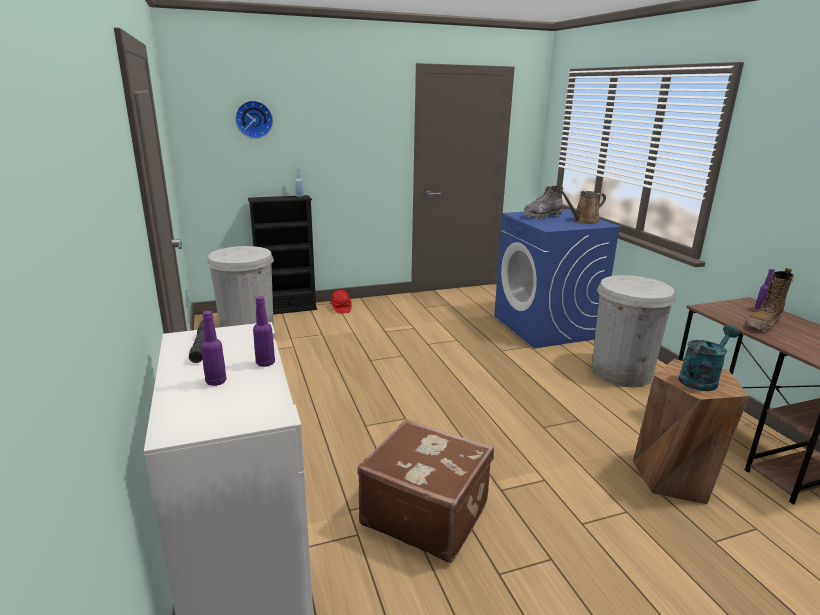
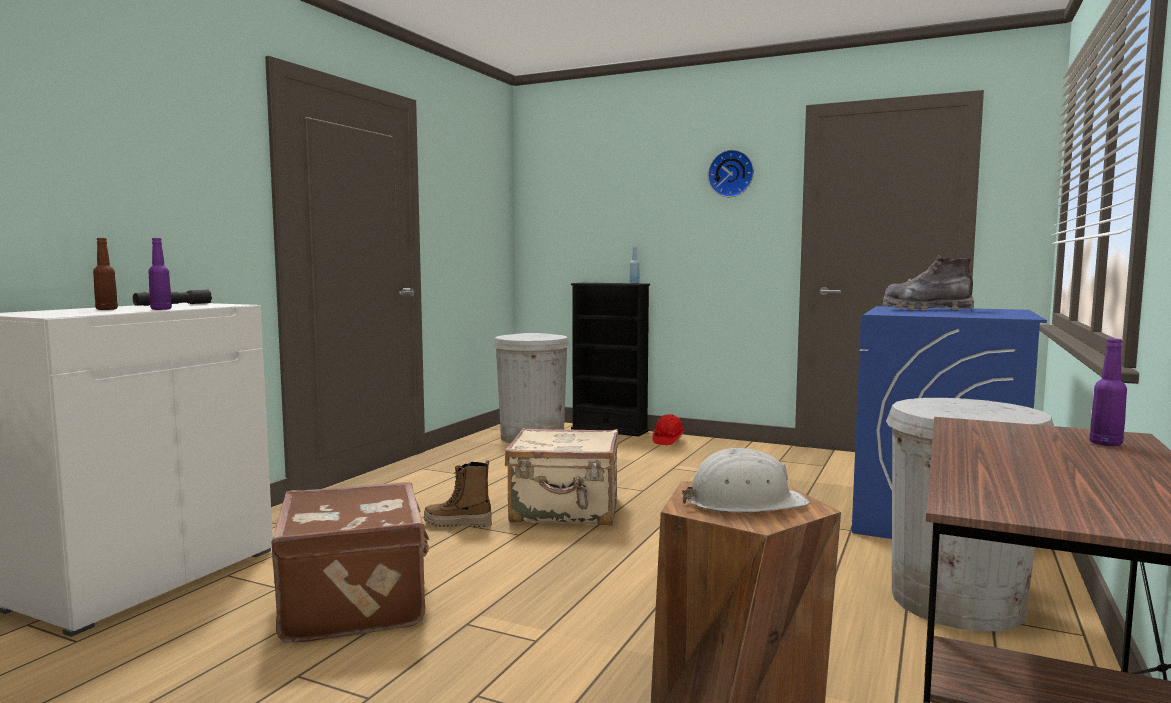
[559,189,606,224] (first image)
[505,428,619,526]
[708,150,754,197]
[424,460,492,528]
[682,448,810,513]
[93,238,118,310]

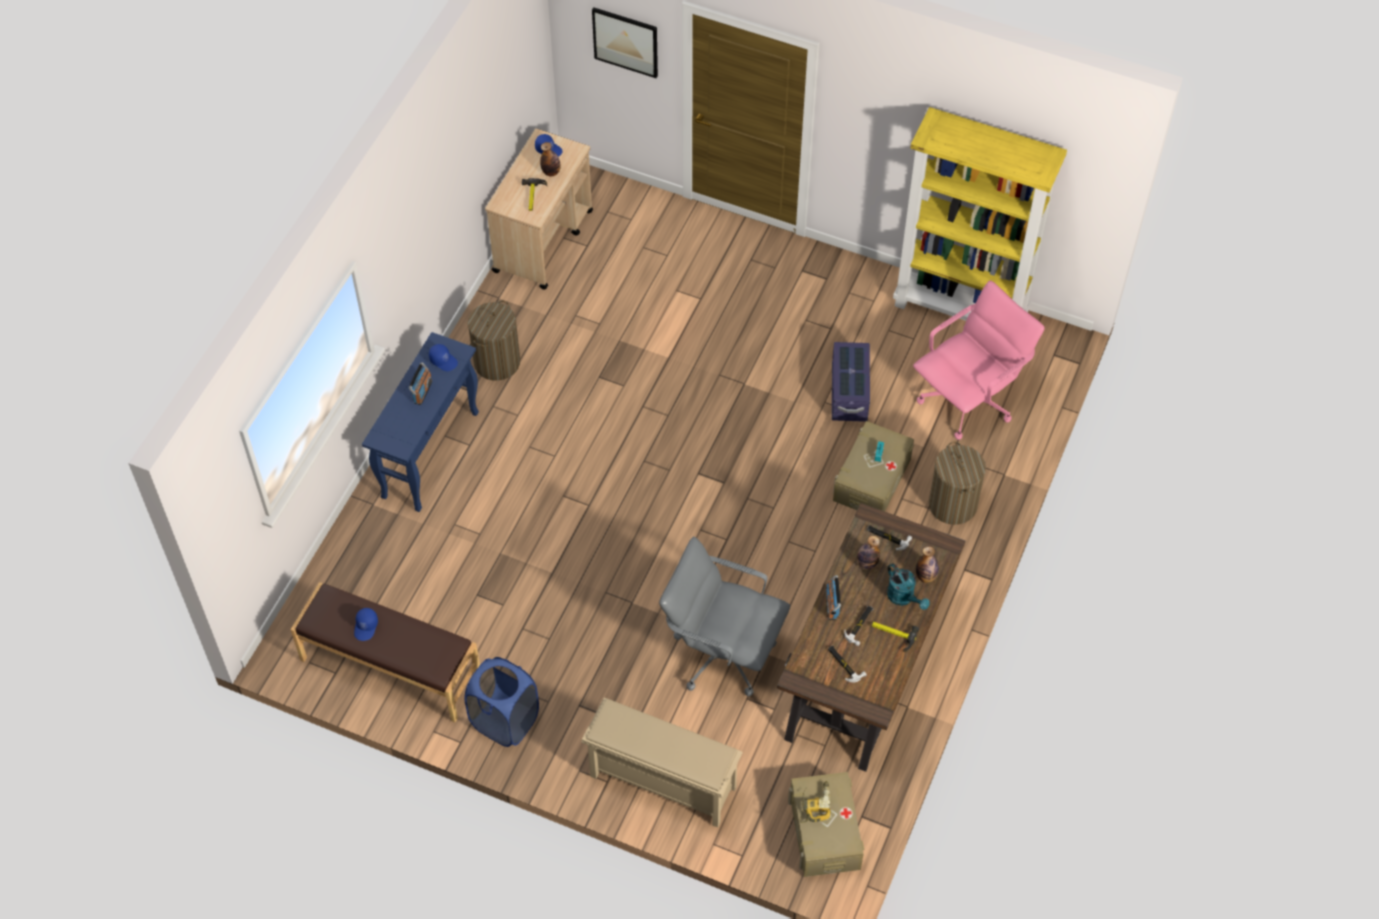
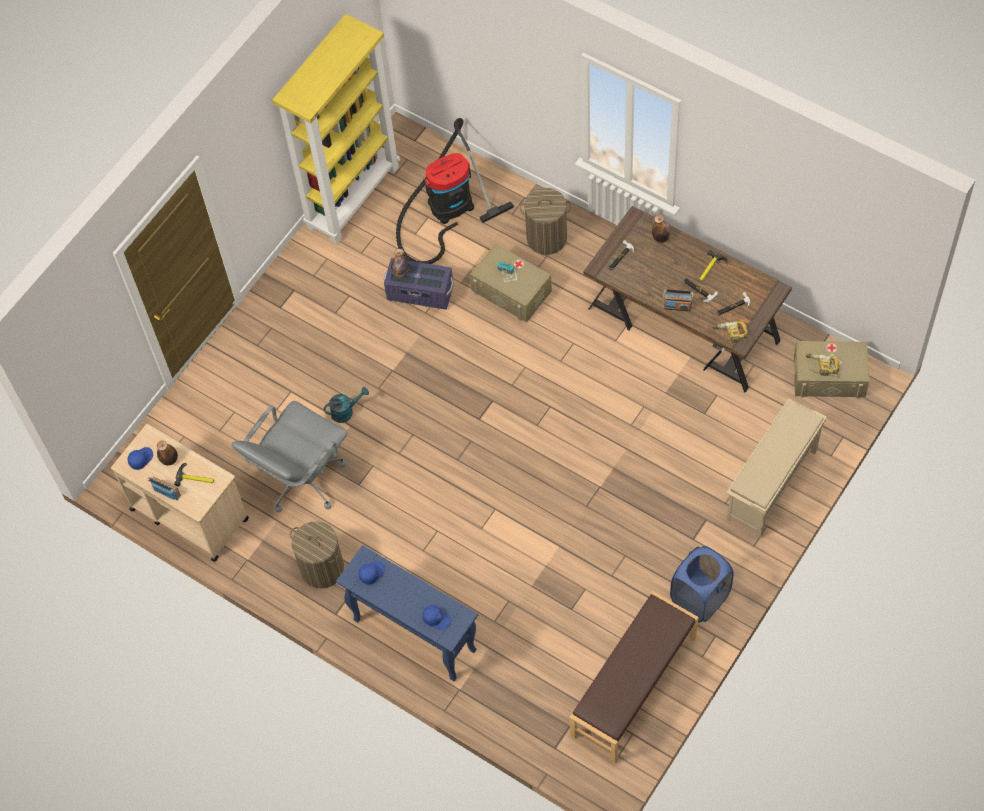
[592,7,658,78] (first image)
[712,321,752,343]
[422,605,451,629]
[147,477,181,500]
[232,401,348,512]
[391,249,409,278]
[324,387,369,423]
[396,118,514,264]

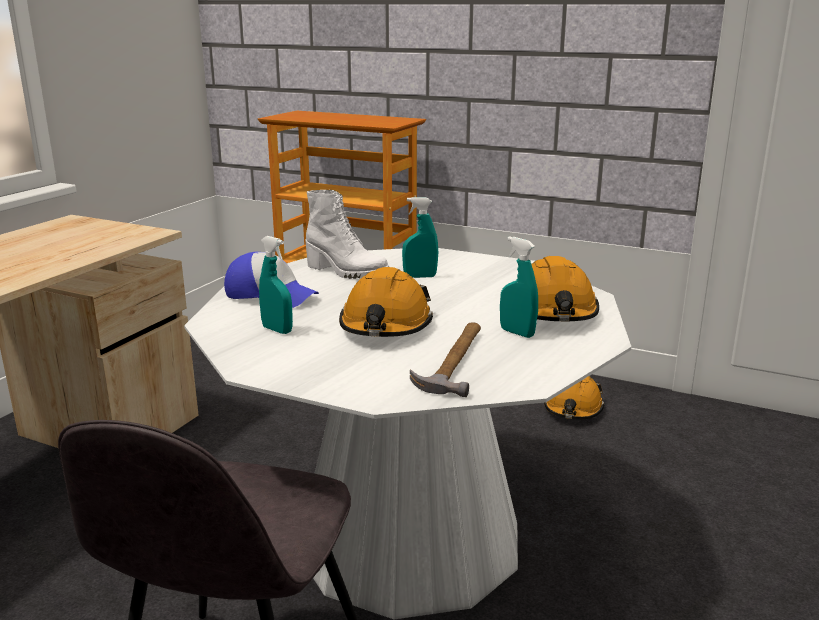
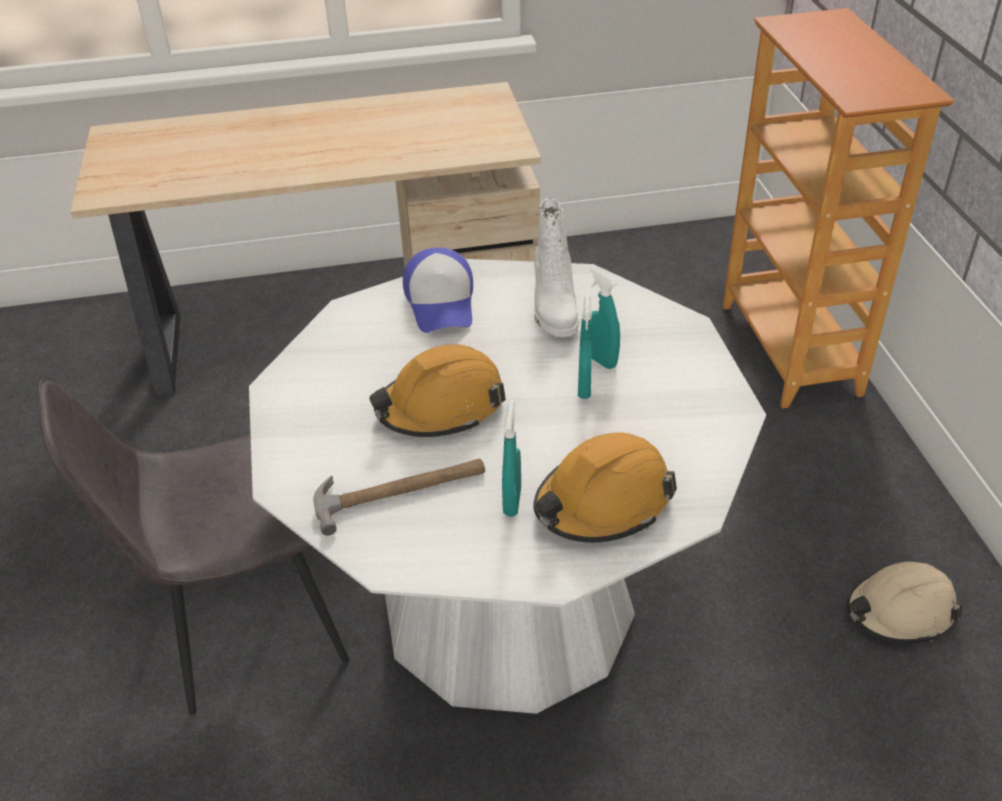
[578,297,592,399]
[847,562,962,643]

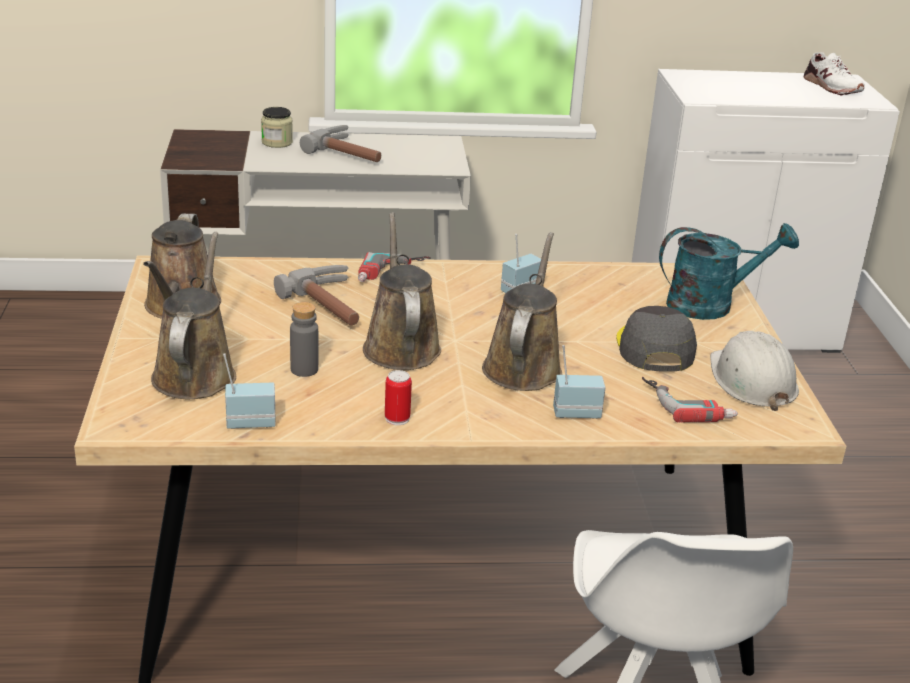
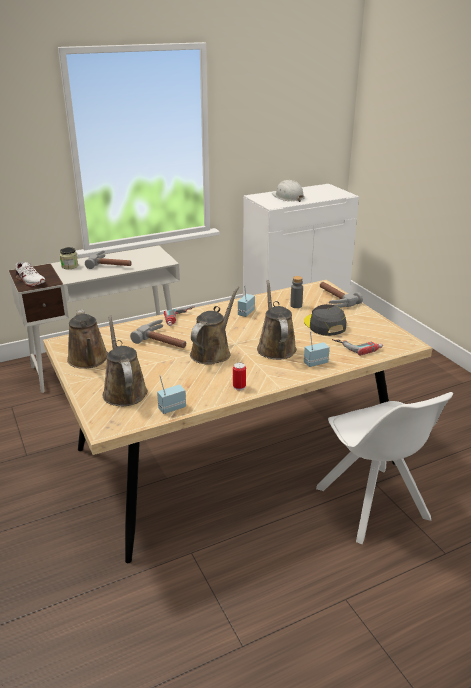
[290,276,303,308]
[272,180,305,202]
[16,262,45,287]
[320,282,363,308]
[190,287,239,365]

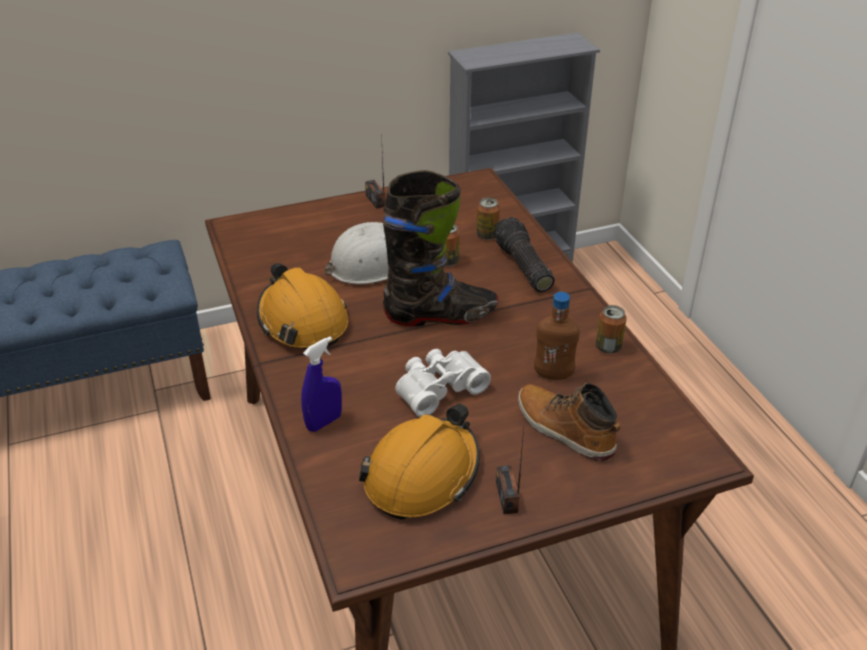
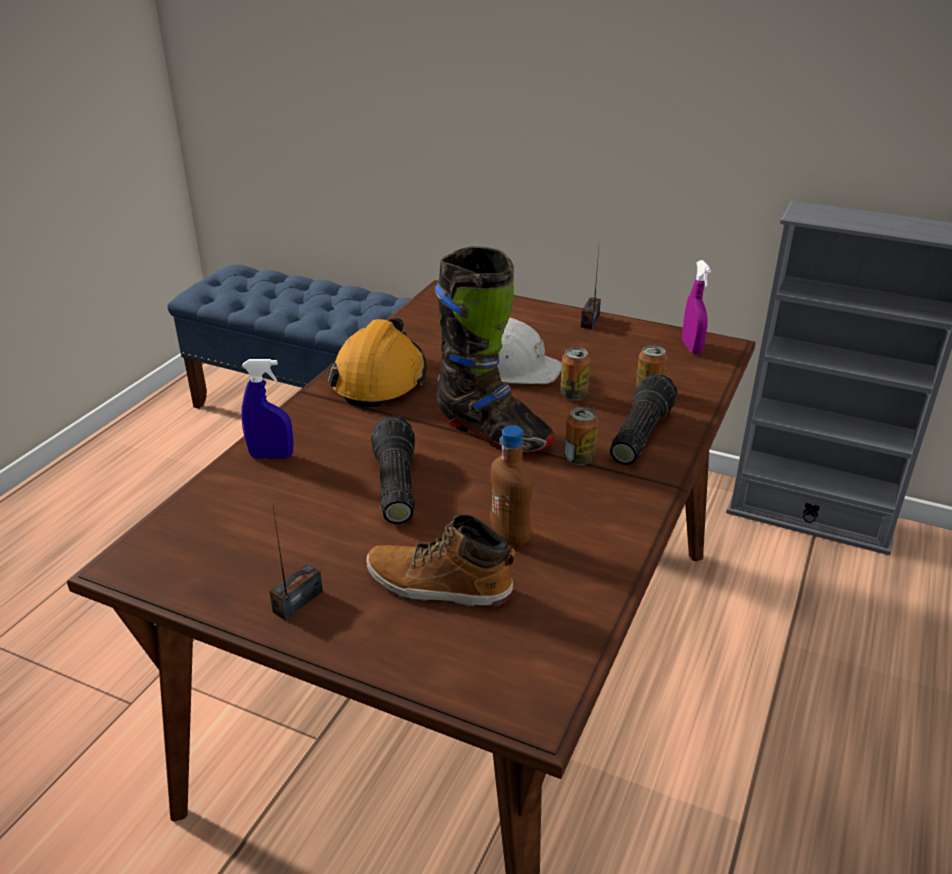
[359,404,480,519] (first image)
[682,260,711,354]
[564,407,598,465]
[371,416,415,524]
[366,515,516,607]

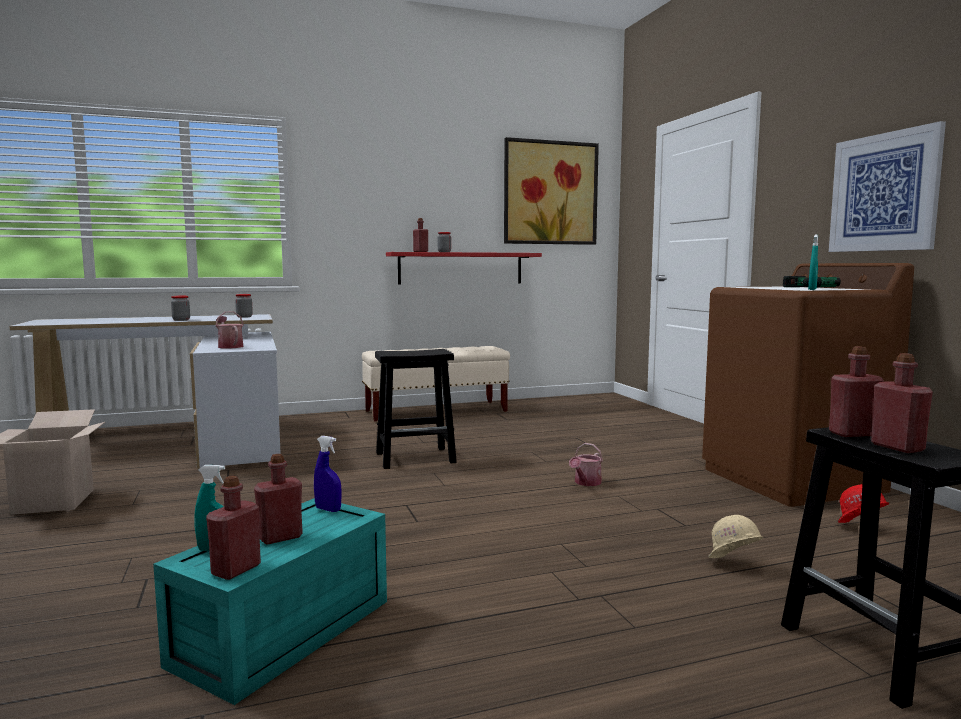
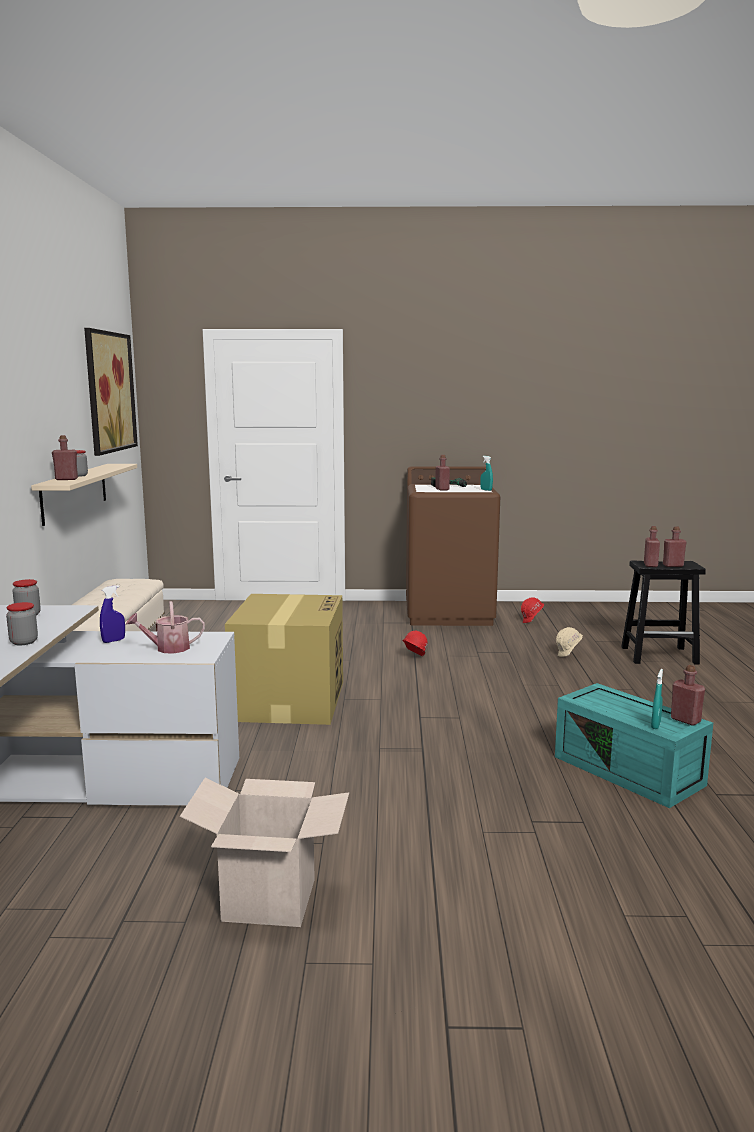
[829,121,946,252] (first image)
[435,455,450,491]
[100,585,125,643]
[225,594,343,725]
[402,631,428,656]
[31,464,137,526]

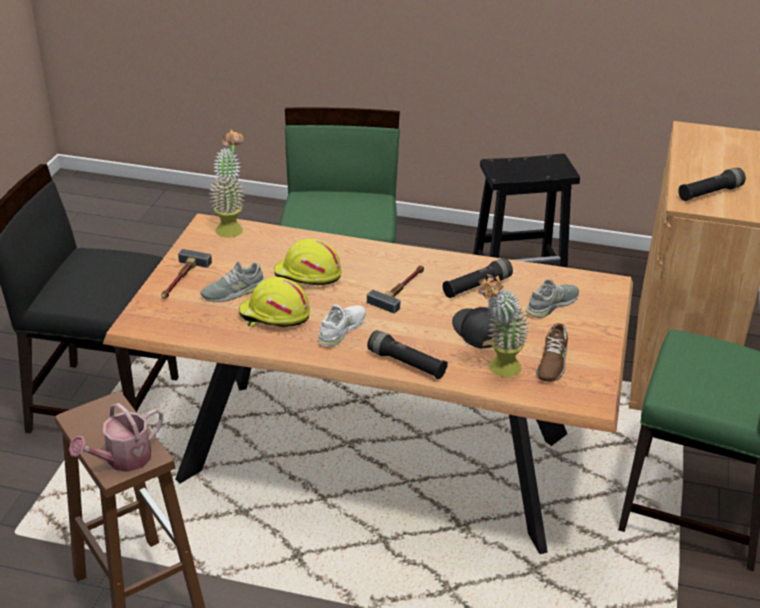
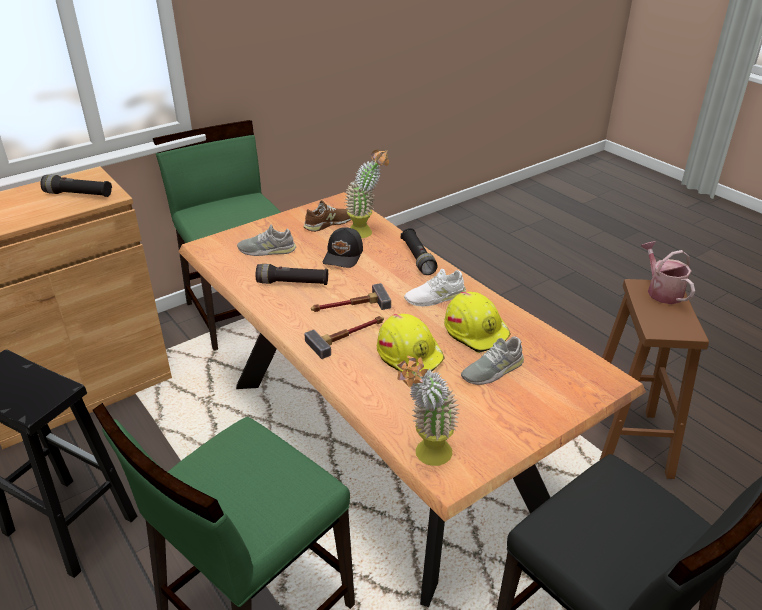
[304,316,384,359]
[641,241,695,304]
[461,336,524,385]

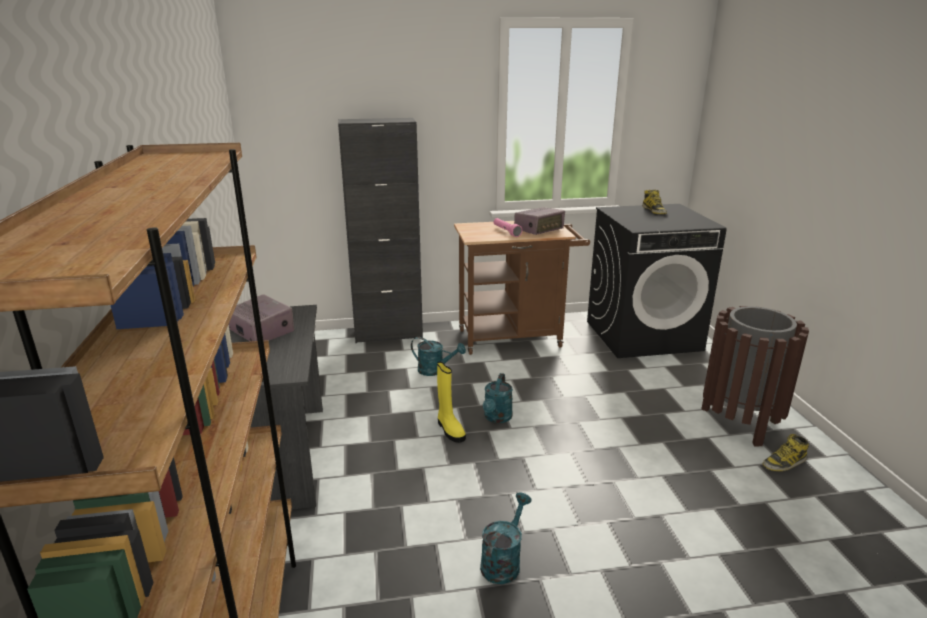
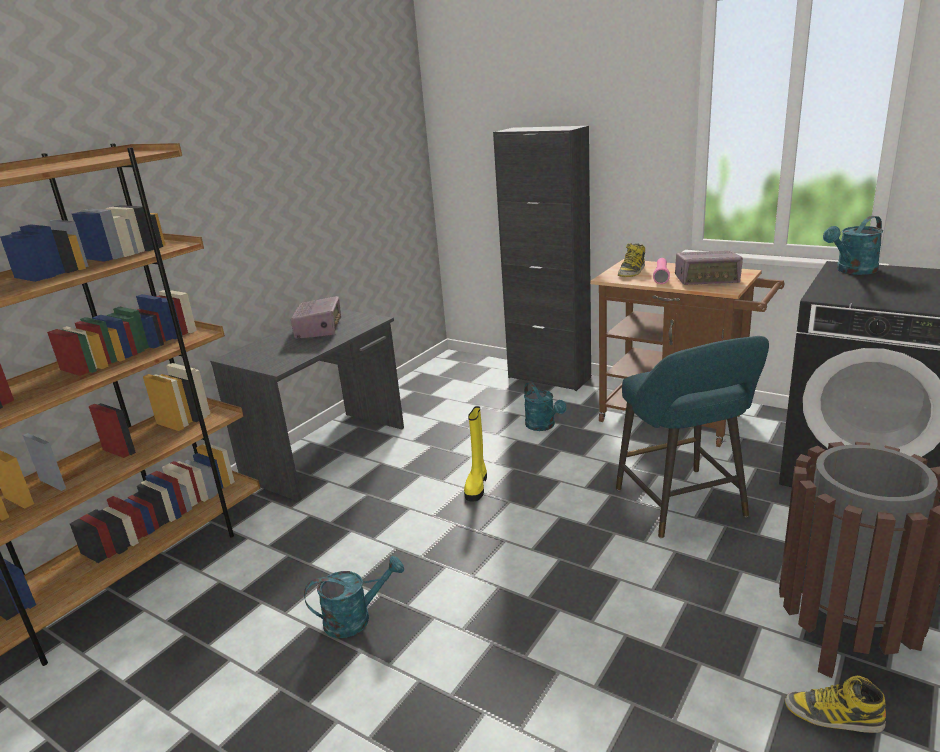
[616,336,769,538]
[823,216,883,275]
[618,243,645,277]

